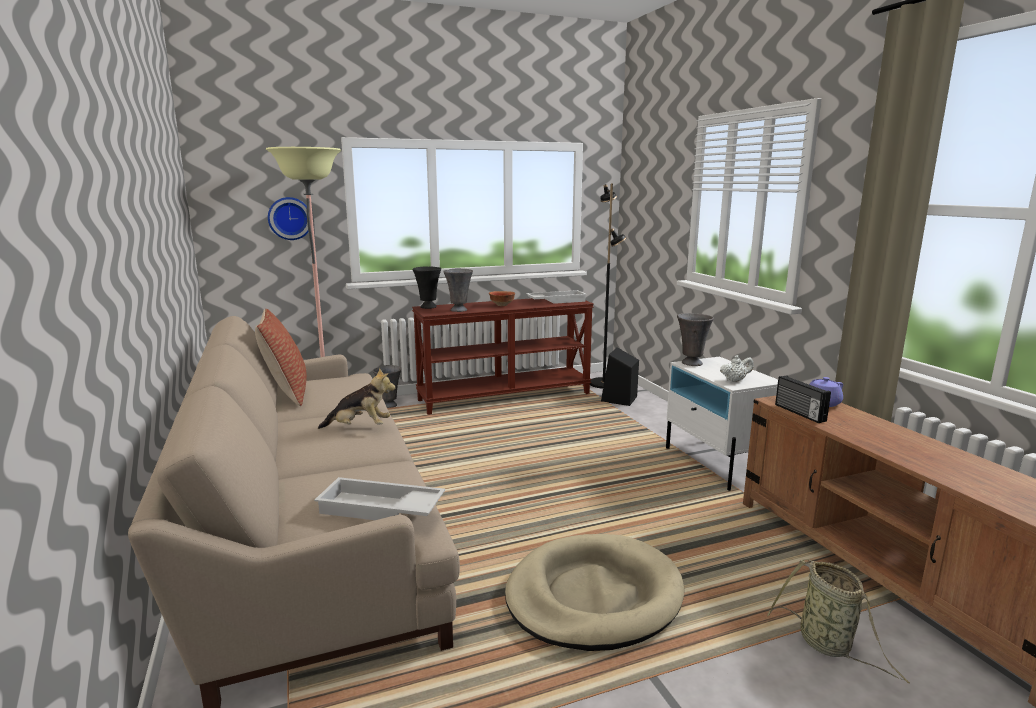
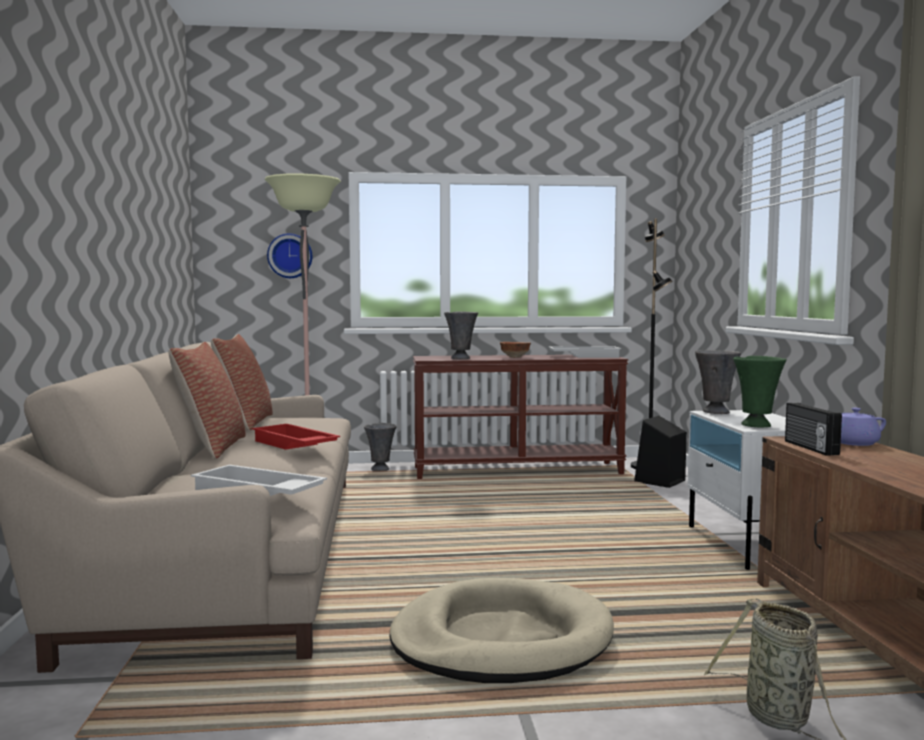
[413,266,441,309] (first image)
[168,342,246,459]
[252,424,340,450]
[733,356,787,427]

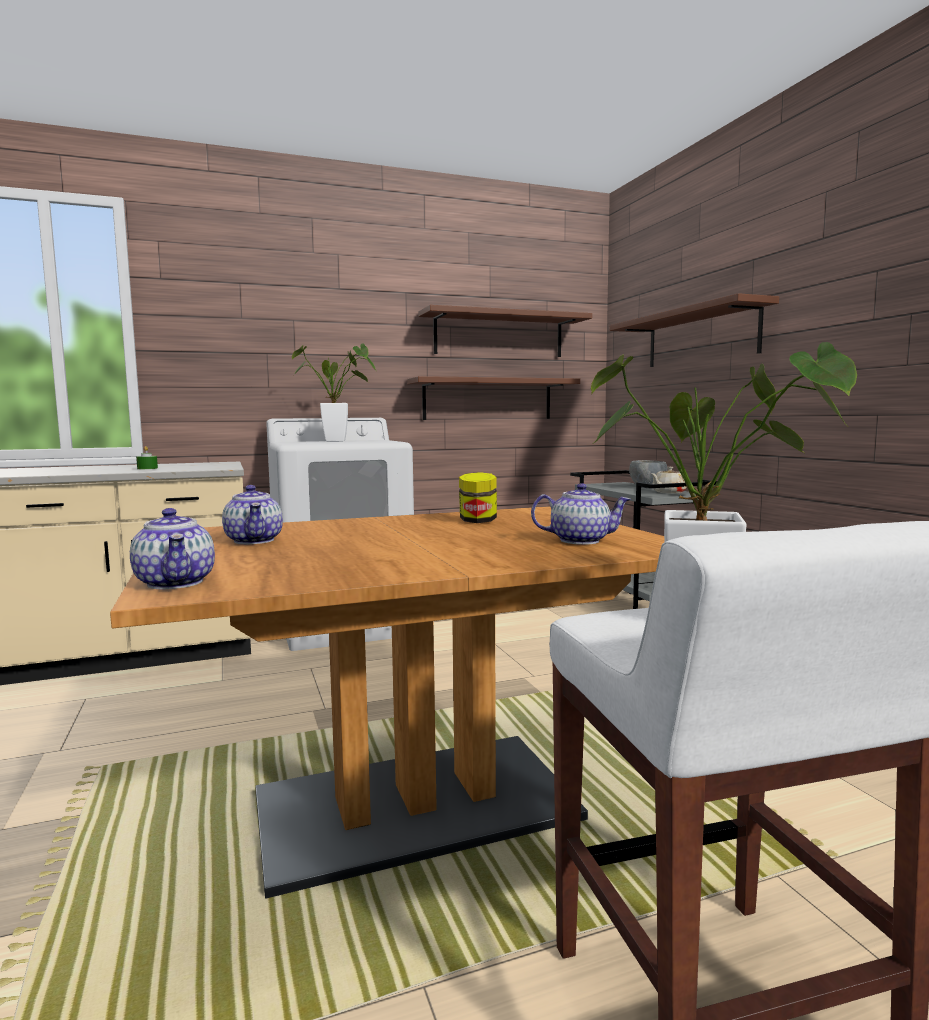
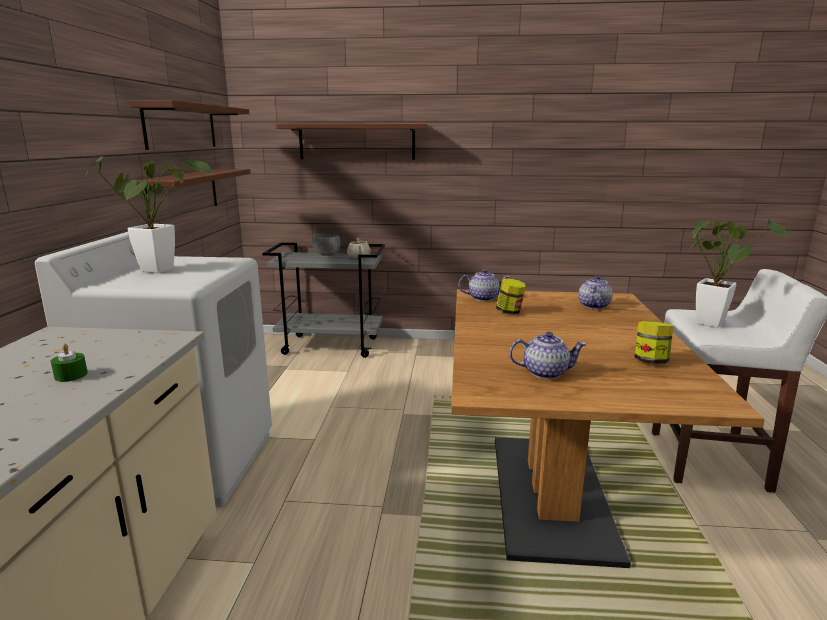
[634,321,674,364]
[458,269,510,301]

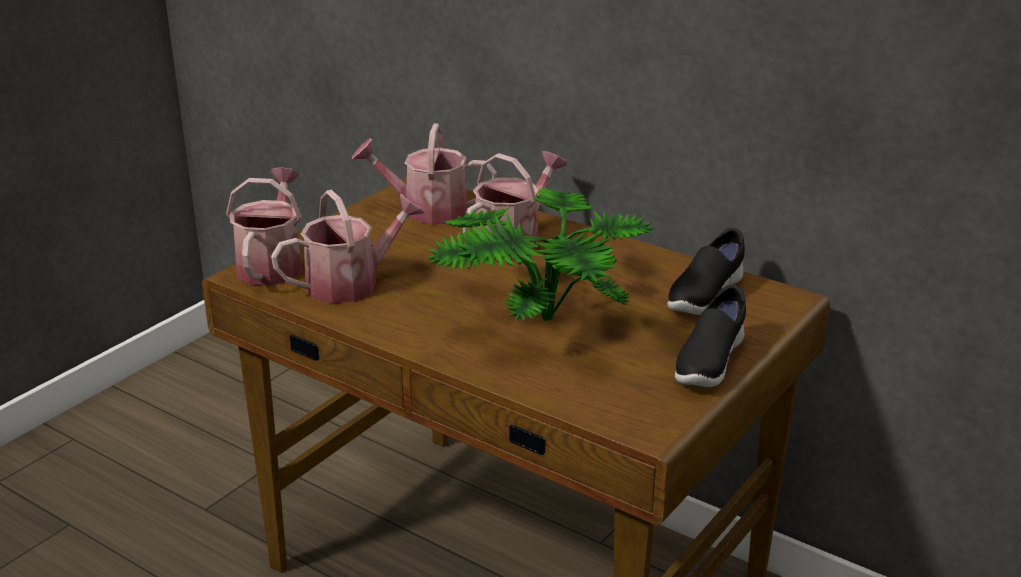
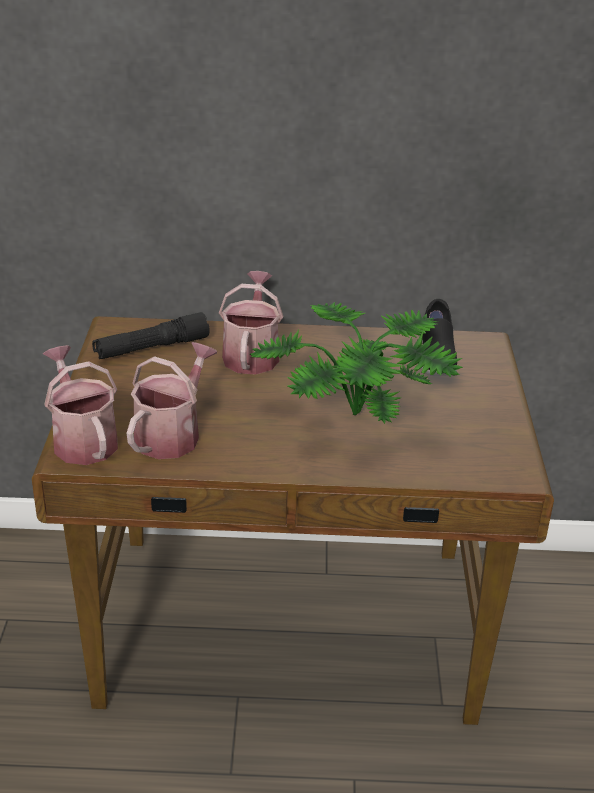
[675,285,746,387] (first image)
[92,312,210,359]

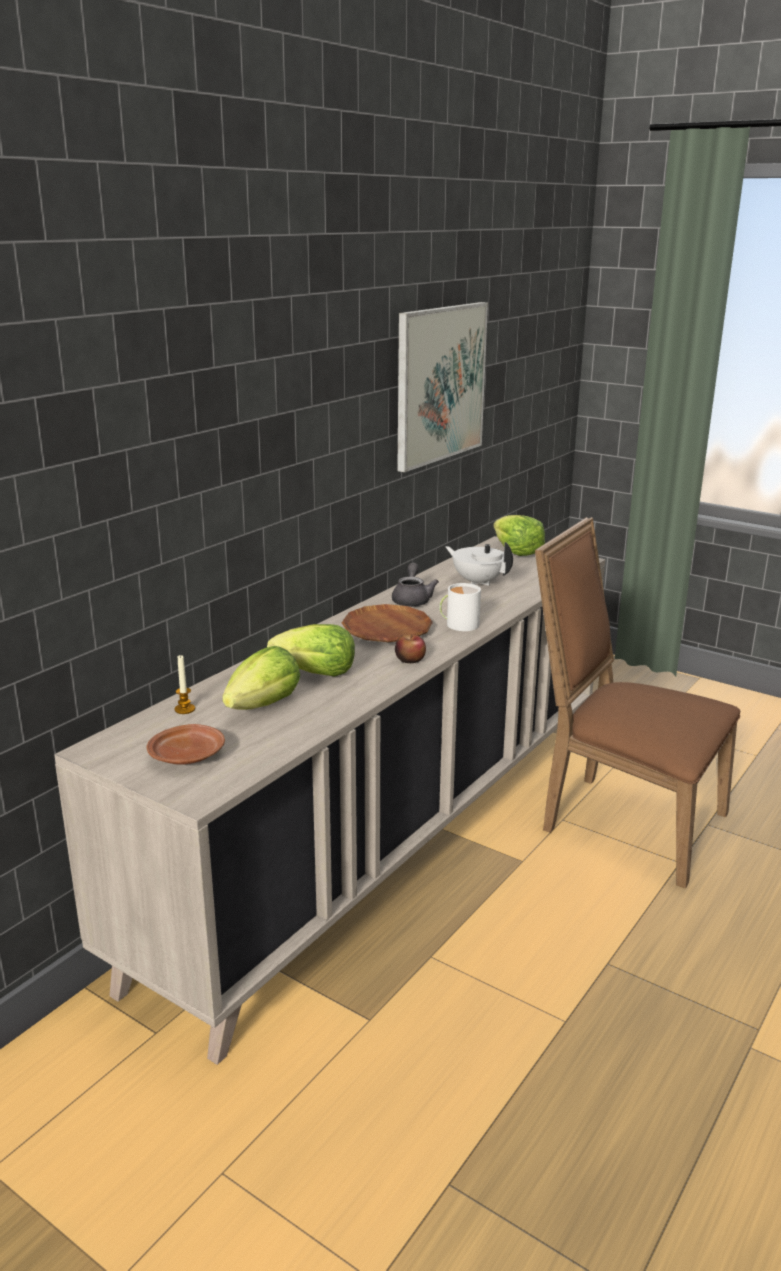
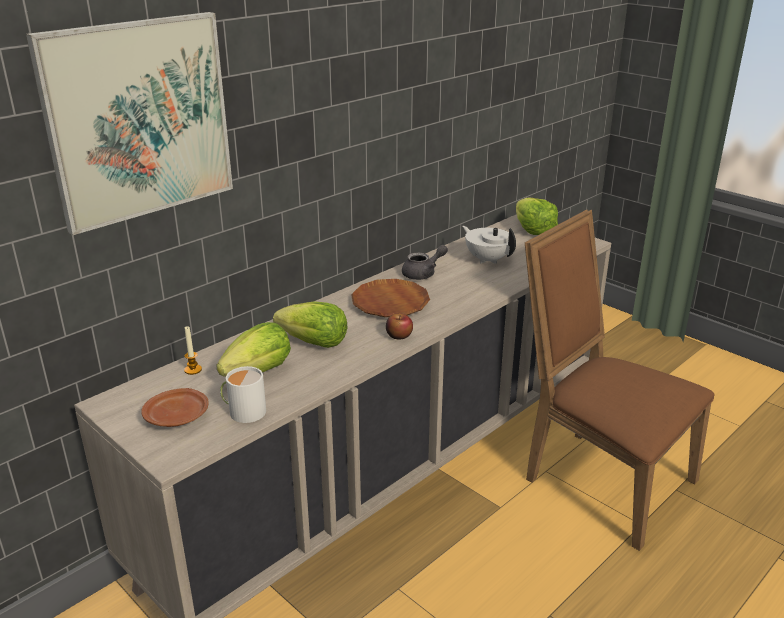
[26,12,233,235]
[220,366,266,423]
[402,245,448,280]

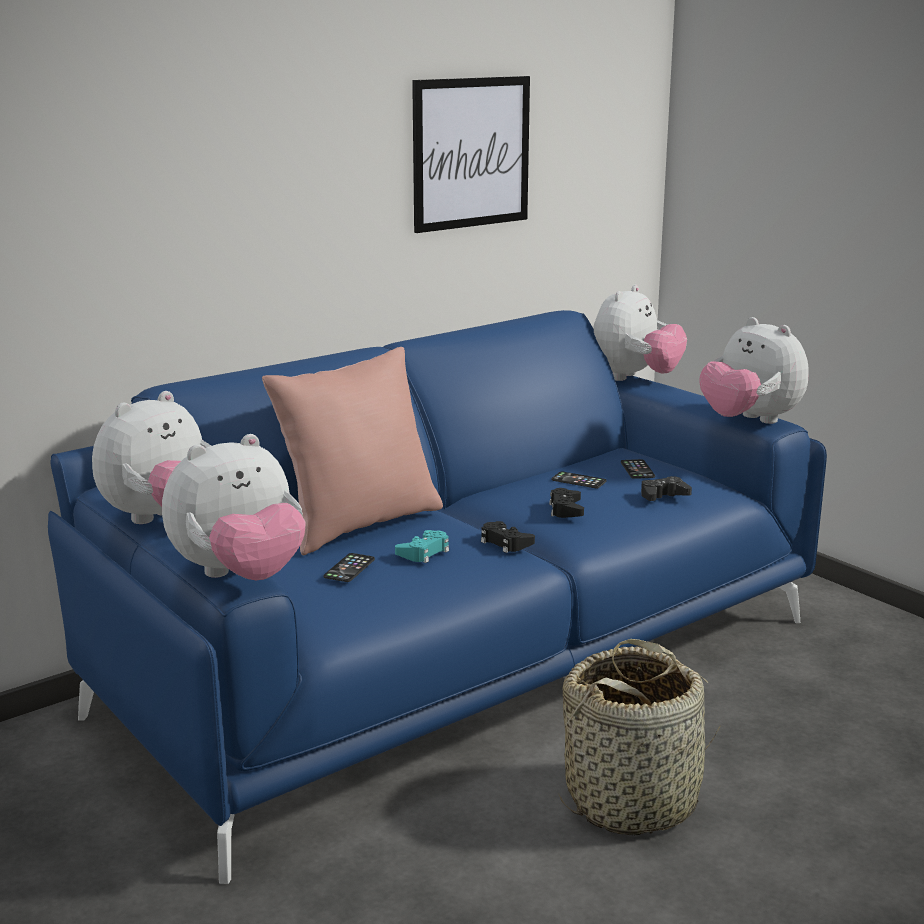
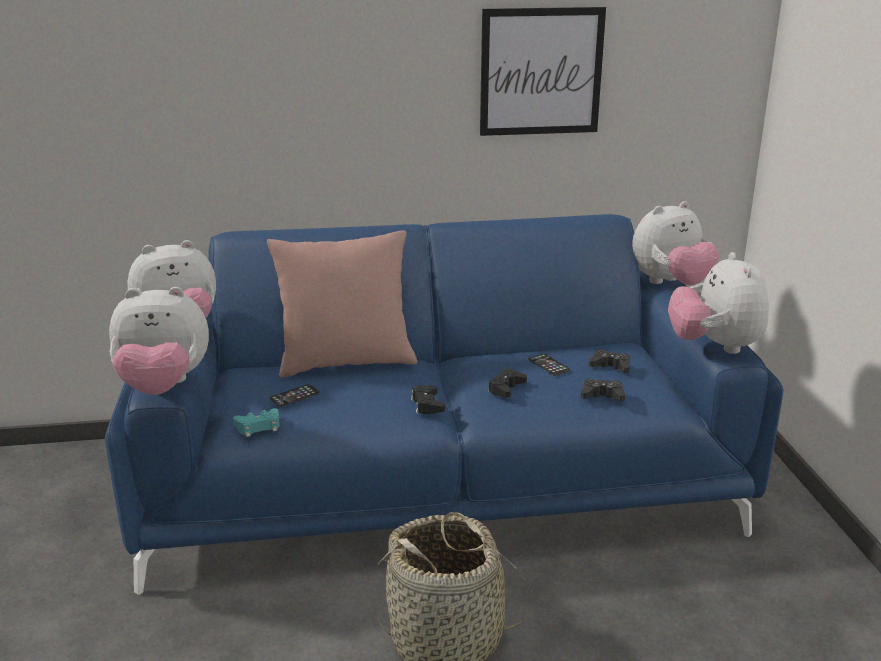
[233,408,280,437]
[589,349,631,373]

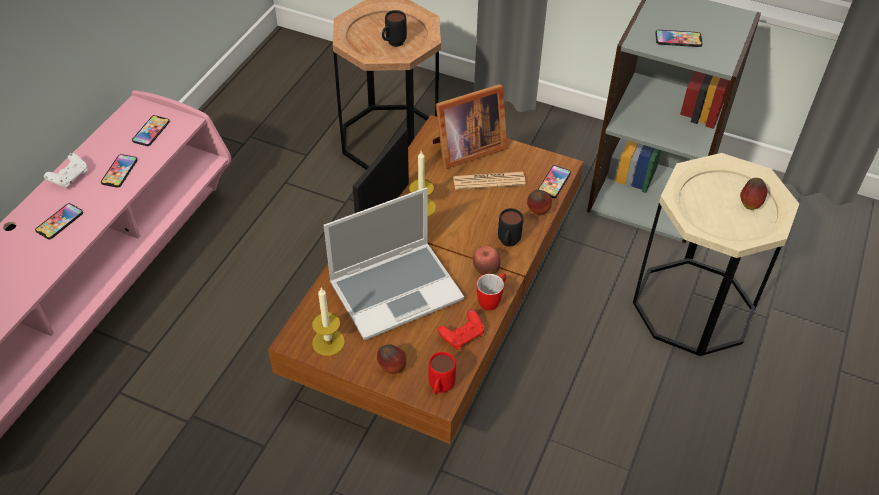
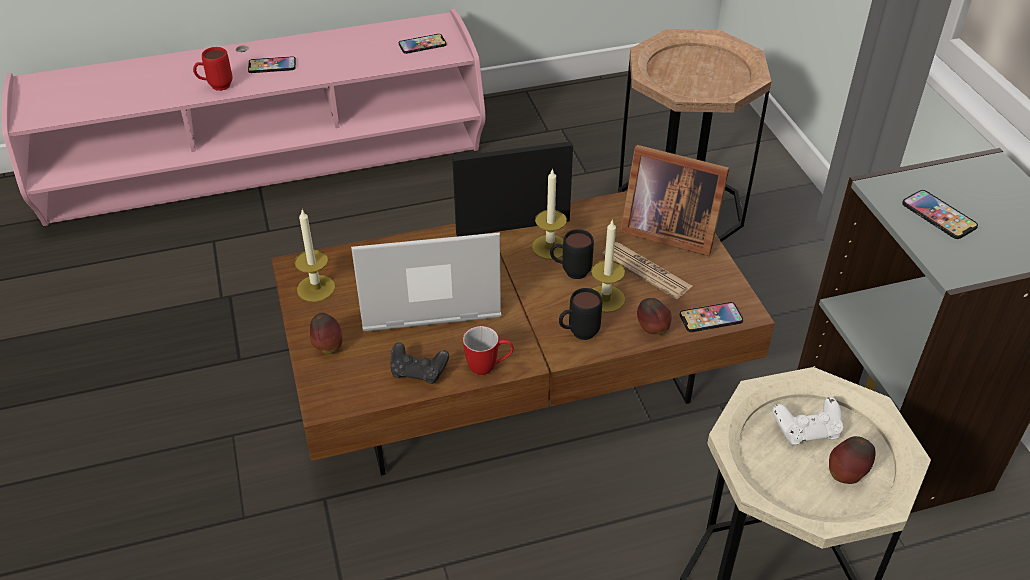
[101,154,138,188] (first image)
[473,246,501,275] (first image)
[591,219,625,313]
[773,397,843,445]
[550,229,594,279]
[193,47,232,91]
[391,342,449,384]
[351,232,501,331]

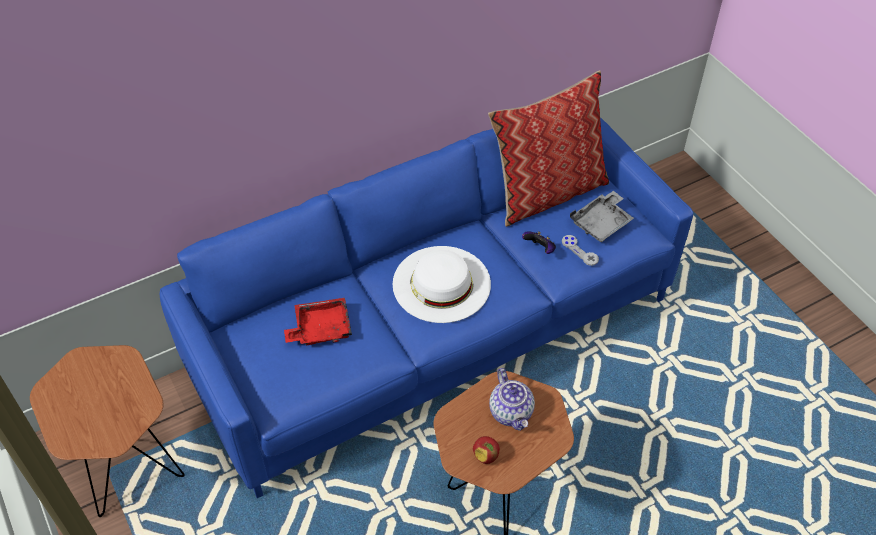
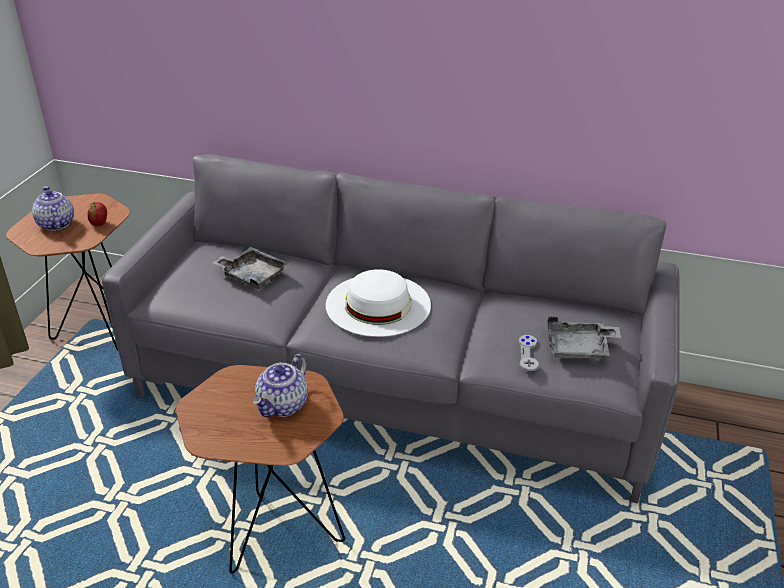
[488,70,609,227] (first image)
[522,231,556,254] (first image)
[32,186,74,231]
[87,202,107,226]
[102,155,680,503]
[212,247,289,289]

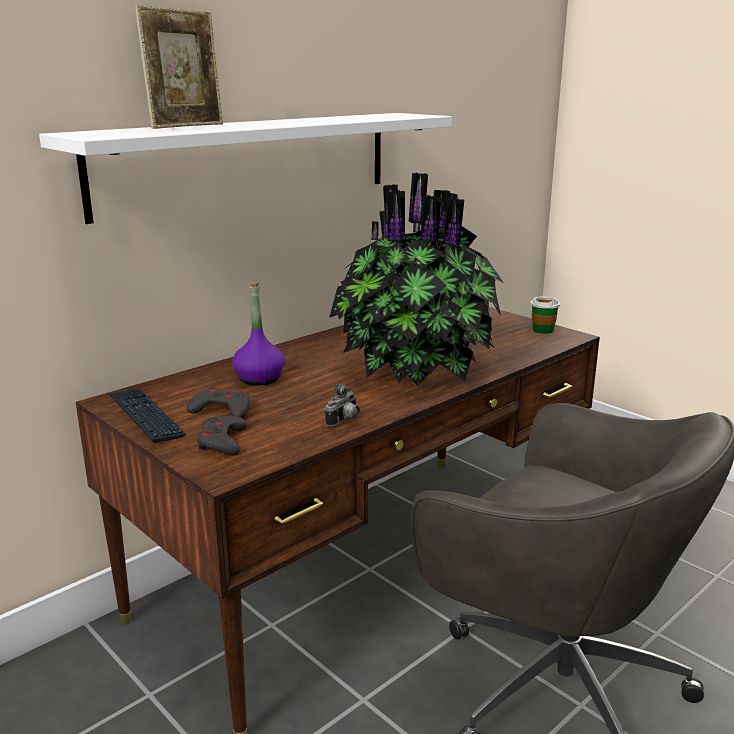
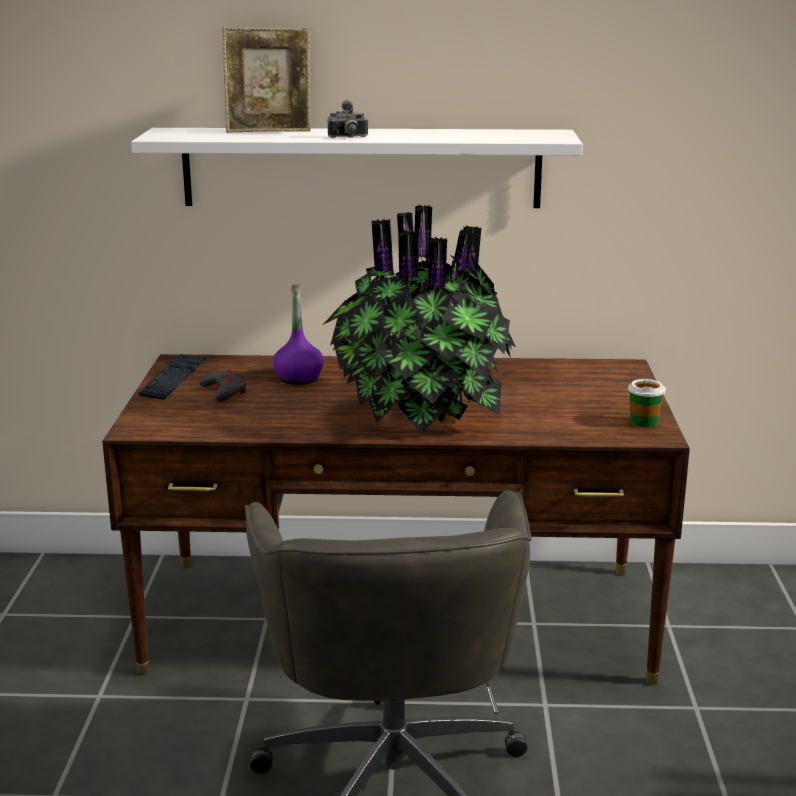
[197,415,247,456] (first image)
[327,100,369,138]

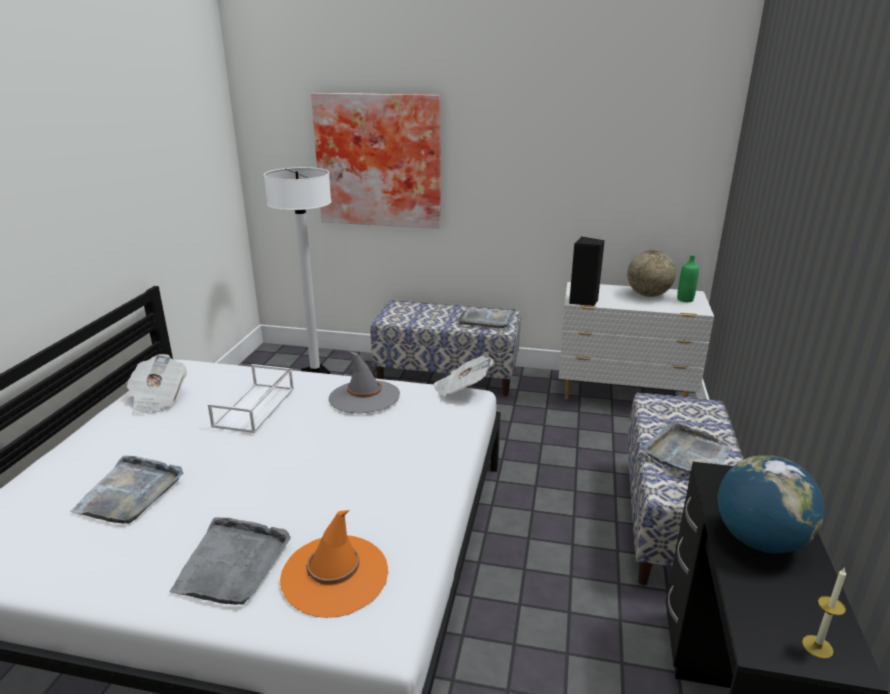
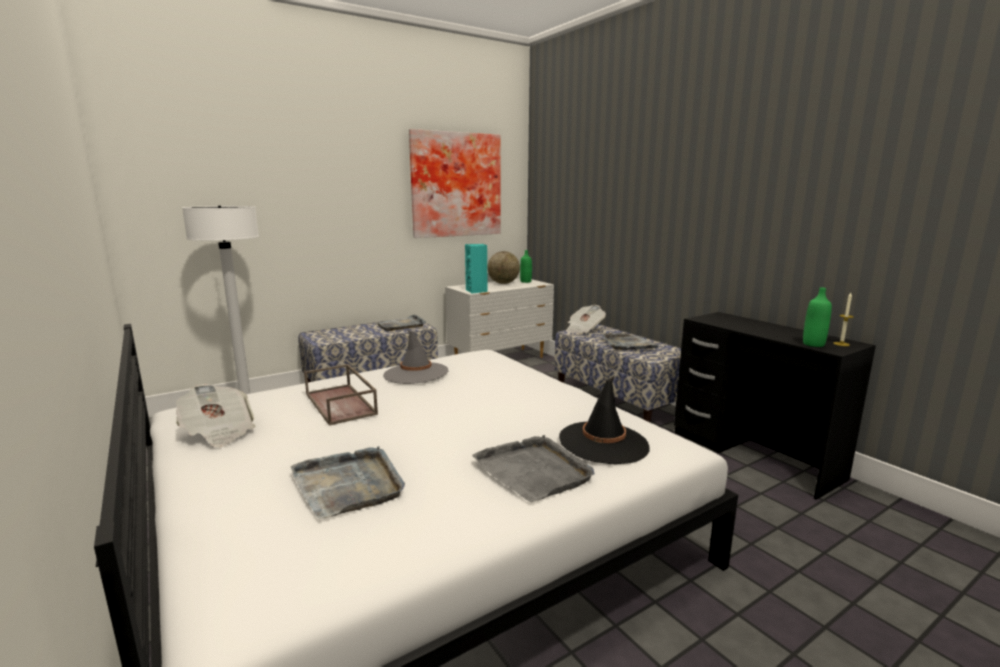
[718,455,824,553] (first image)
[803,287,832,347]
[409,129,501,238]
[566,305,606,333]
[304,364,378,426]
[559,376,650,464]
[465,244,488,294]

